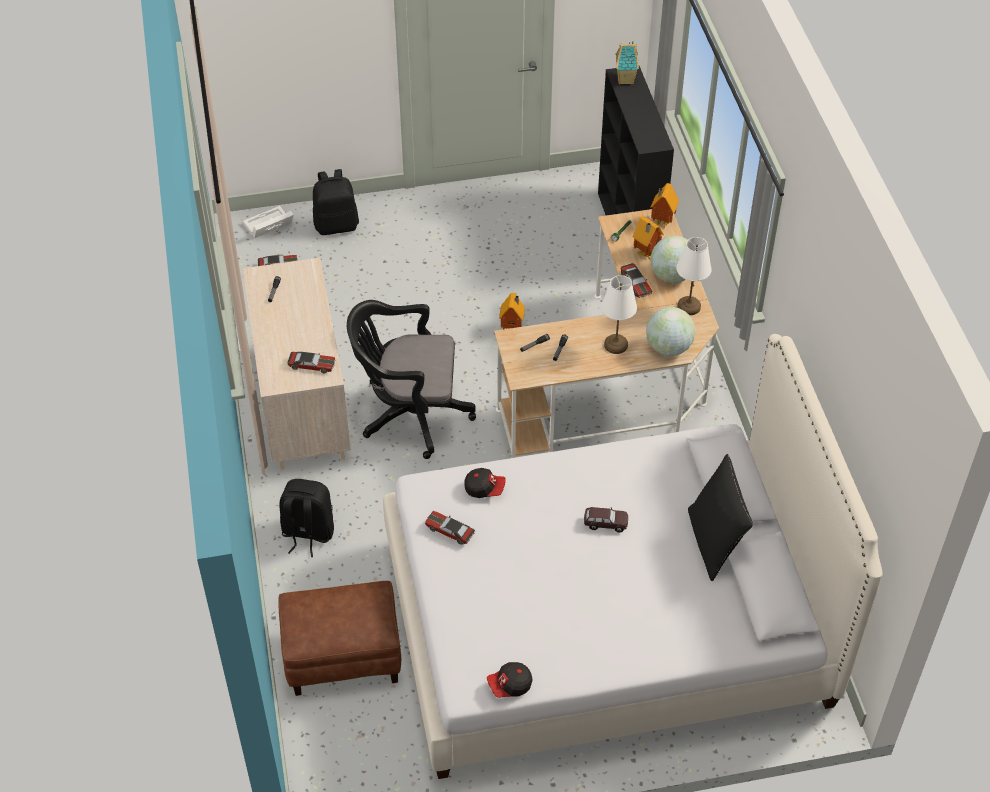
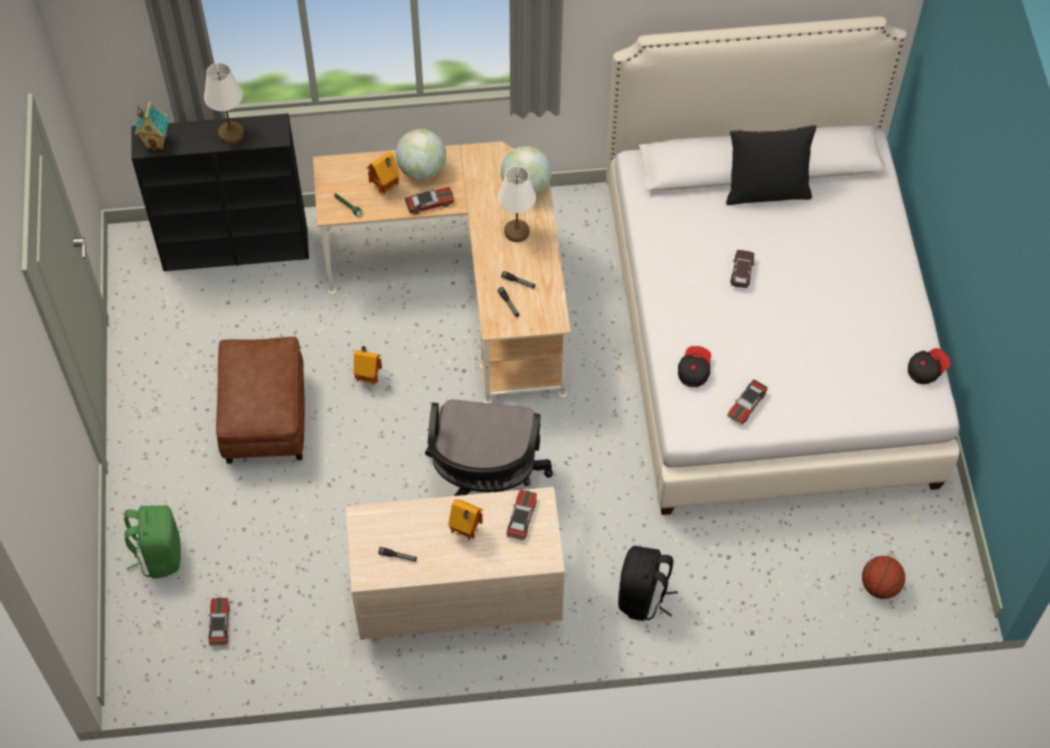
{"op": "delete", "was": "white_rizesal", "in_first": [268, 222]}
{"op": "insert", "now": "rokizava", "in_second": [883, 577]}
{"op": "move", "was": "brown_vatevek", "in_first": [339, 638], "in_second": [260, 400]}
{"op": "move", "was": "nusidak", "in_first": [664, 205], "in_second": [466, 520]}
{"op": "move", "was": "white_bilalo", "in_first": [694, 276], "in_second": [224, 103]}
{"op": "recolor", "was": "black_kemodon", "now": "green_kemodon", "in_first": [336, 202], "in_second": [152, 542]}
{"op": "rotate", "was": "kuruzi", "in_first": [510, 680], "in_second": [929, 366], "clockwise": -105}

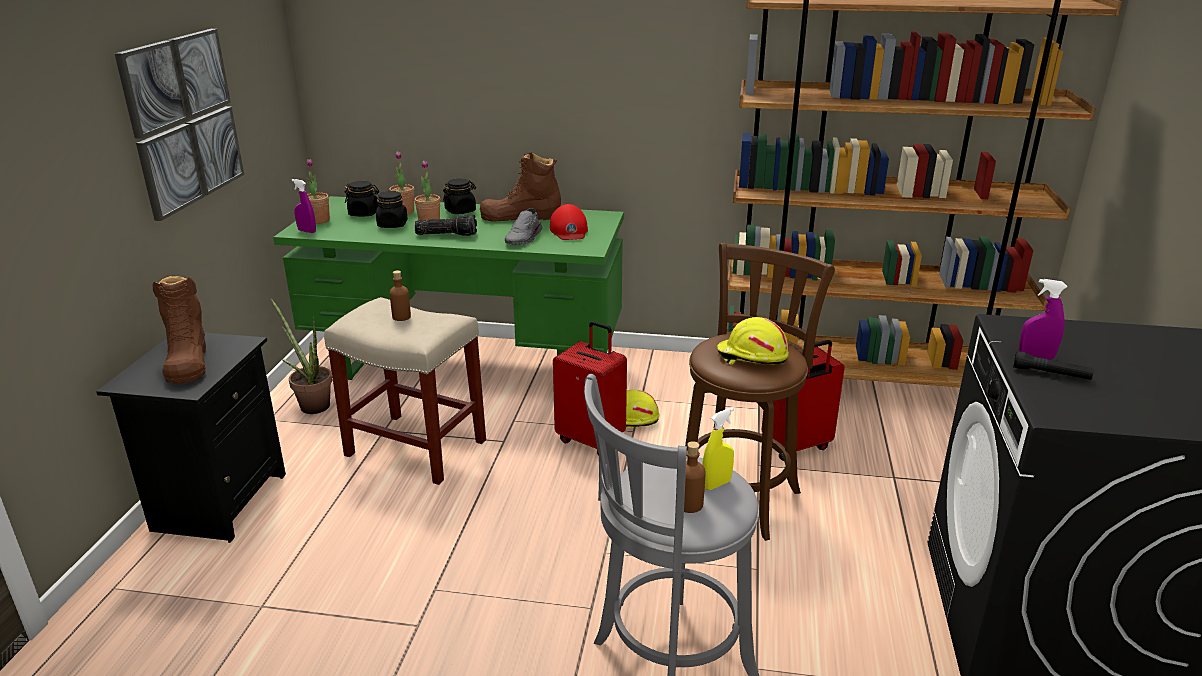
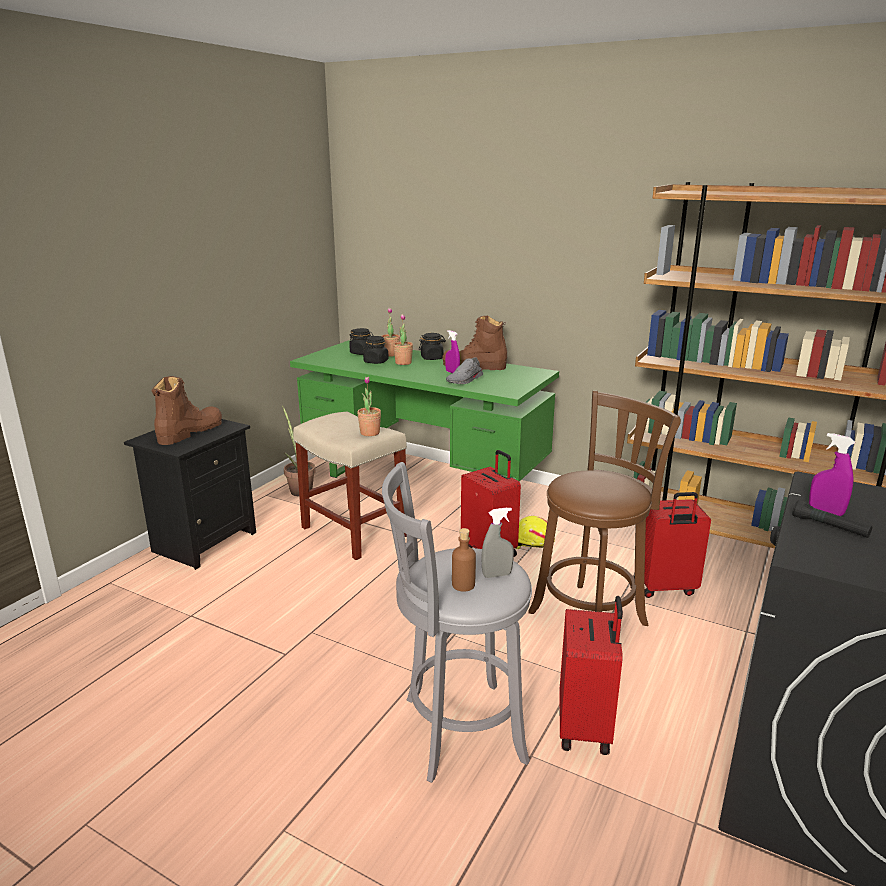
{"op": "delete", "was": "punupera", "in_first": [179, 125]}
{"op": "delete", "was": "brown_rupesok", "in_first": [400, 296]}
{"op": "delete", "was": "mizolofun", "in_first": [445, 225]}
{"op": "delete", "was": "red_kuruzi", "in_first": [569, 222]}
{"op": "delete", "was": "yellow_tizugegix", "in_first": [753, 341]}
{"op": "insert", "now": "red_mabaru", "in_second": [591, 675]}
{"op": "move", "was": "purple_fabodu", "in_first": [304, 206], "in_second": [452, 351]}
{"op": "move", "was": "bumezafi", "in_first": [318, 191], "in_second": [369, 406]}
{"op": "recolor", "was": "yellow_fabodu", "now": "grey_fabodu", "in_first": [718, 448], "in_second": [497, 542]}
{"op": "rotate", "was": "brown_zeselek", "in_first": [179, 329], "in_second": [187, 410], "clockwise": -150}

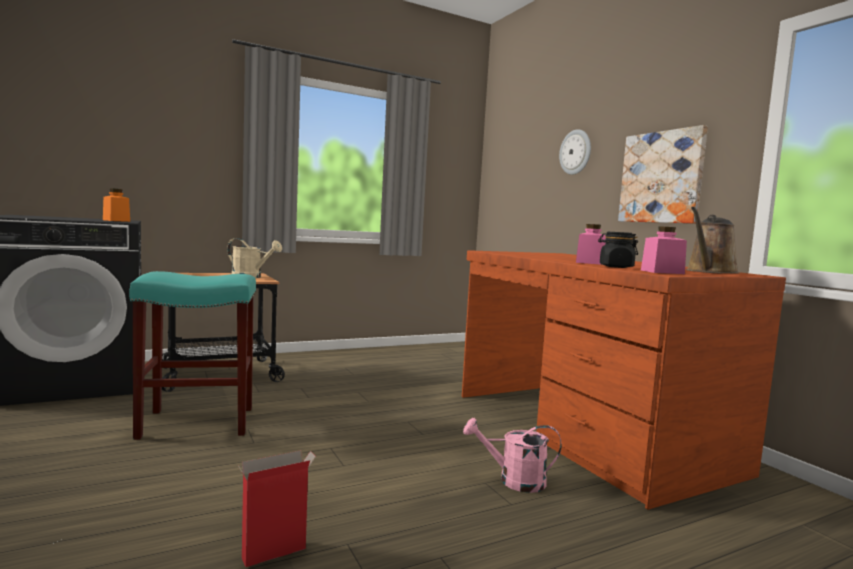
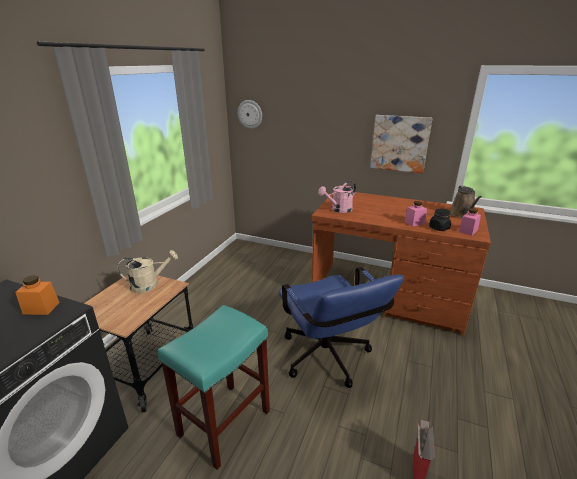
{"op": "insert", "now": "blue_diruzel", "in_second": [341, 327]}
{"op": "move", "was": "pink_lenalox", "in_first": [512, 455], "in_second": [337, 197]}
{"op": "move", "was": "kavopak", "in_first": [575, 152], "in_second": [250, 114]}

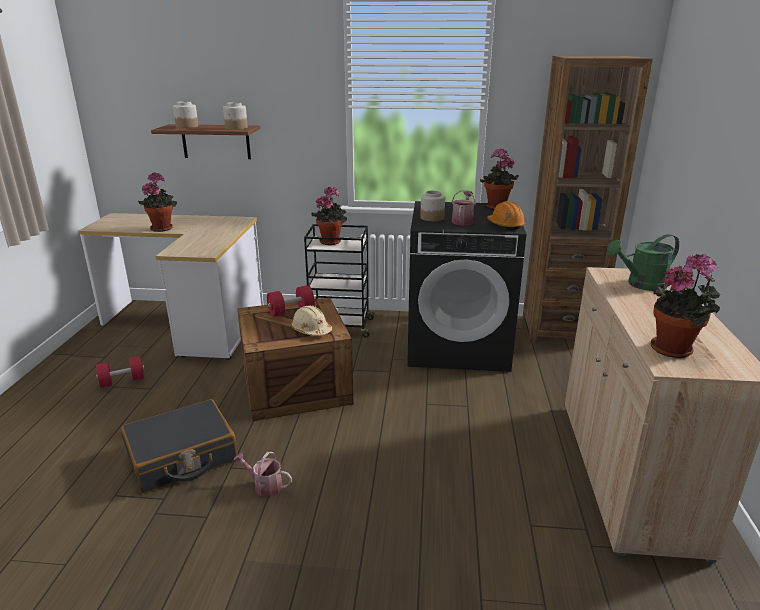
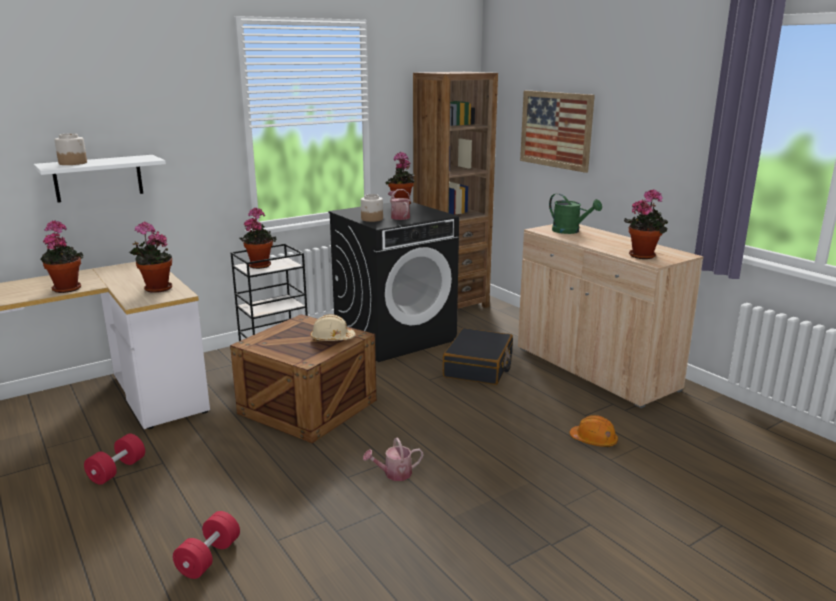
{"op": "delete", "was": "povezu", "in_first": [235, 116]}
{"op": "insert", "now": "bumezafi", "in_second": [150, 257]}
{"op": "insert", "now": "punupera", "in_second": [557, 131]}
{"op": "move", "was": "black_mabaru", "in_first": [179, 446], "in_second": [478, 356]}
{"op": "move", "was": "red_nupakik", "in_first": [291, 301], "in_second": [206, 545]}
{"op": "move", "was": "orange_tizugegix", "in_first": [506, 215], "in_second": [593, 431]}
{"op": "recolor", "was": "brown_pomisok", "now": "white_pomisok", "in_first": [205, 141], "in_second": [99, 179]}
{"op": "rotate", "was": "green_lenalox", "in_first": [643, 262], "in_second": [575, 213], "clockwise": -75}

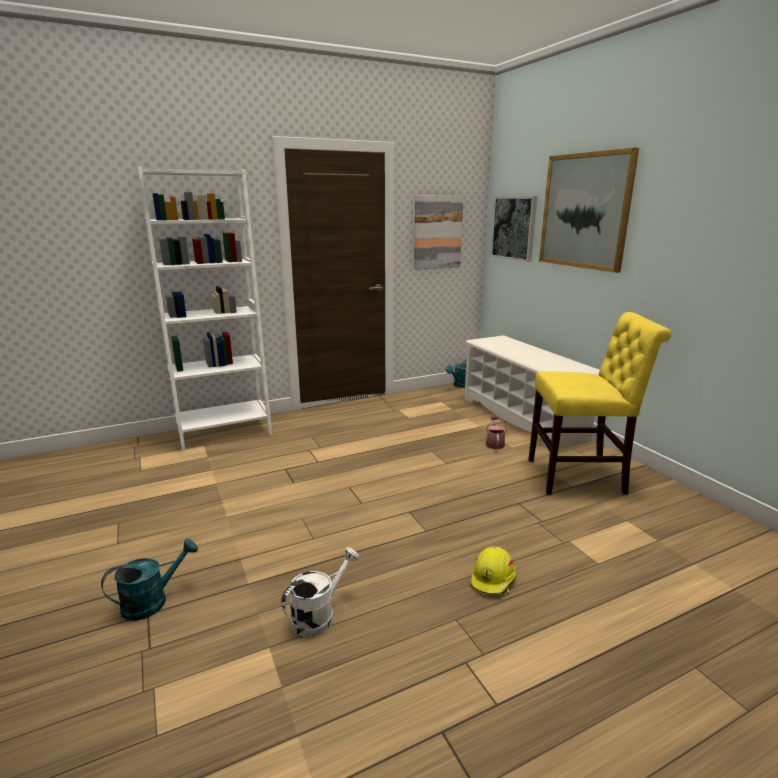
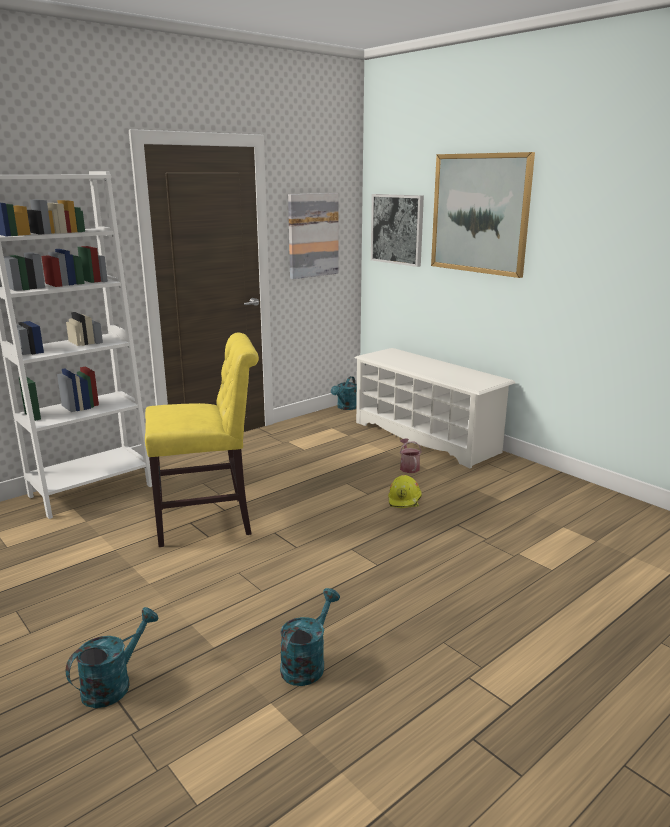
{"op": "move", "was": "yellow_tizugegix", "in_first": [493, 570], "in_second": [405, 491]}
{"op": "move", "was": "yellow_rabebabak", "in_first": [600, 403], "in_second": [202, 440]}
{"op": "recolor", "was": "white_lenalox", "now": "turquoise_lenalox", "in_first": [320, 592], "in_second": [310, 637]}

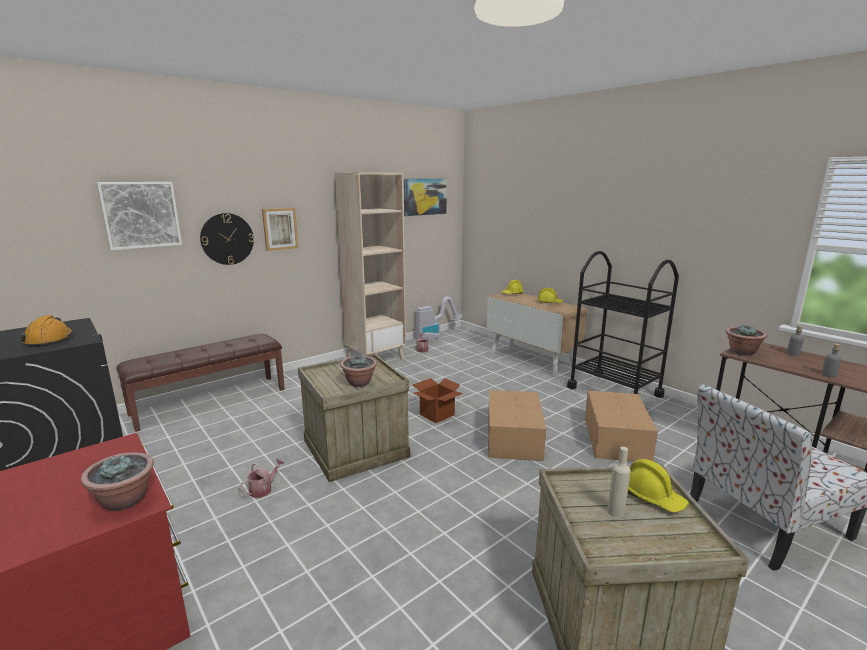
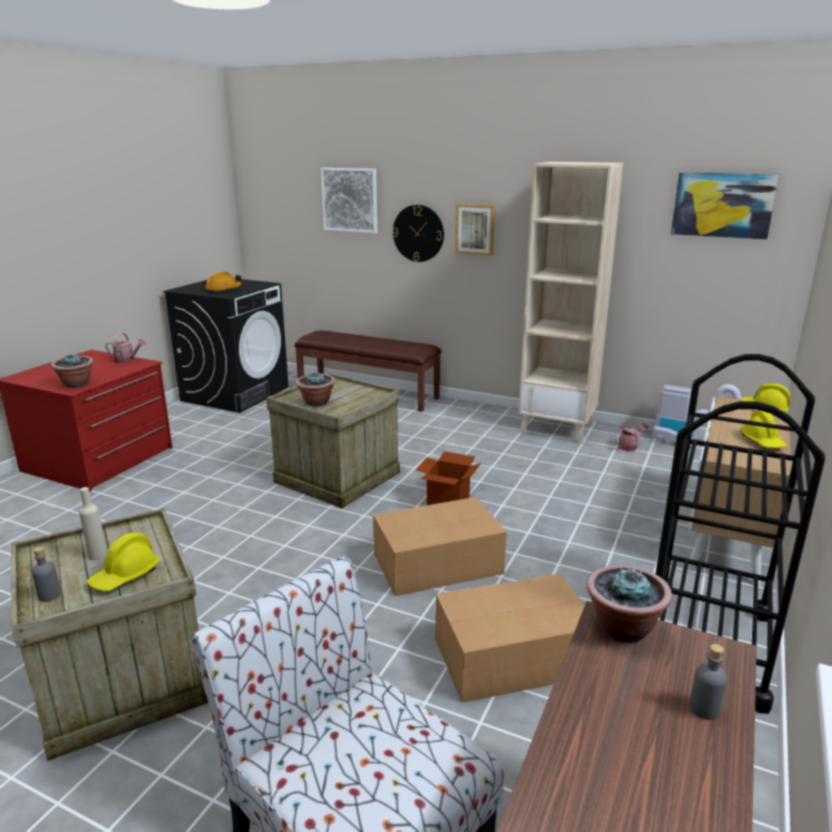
{"op": "move", "was": "lenalox", "in_first": [262, 478], "in_second": [125, 347]}
{"op": "move", "was": "grey_rupesok", "in_first": [831, 360], "in_second": [46, 574]}

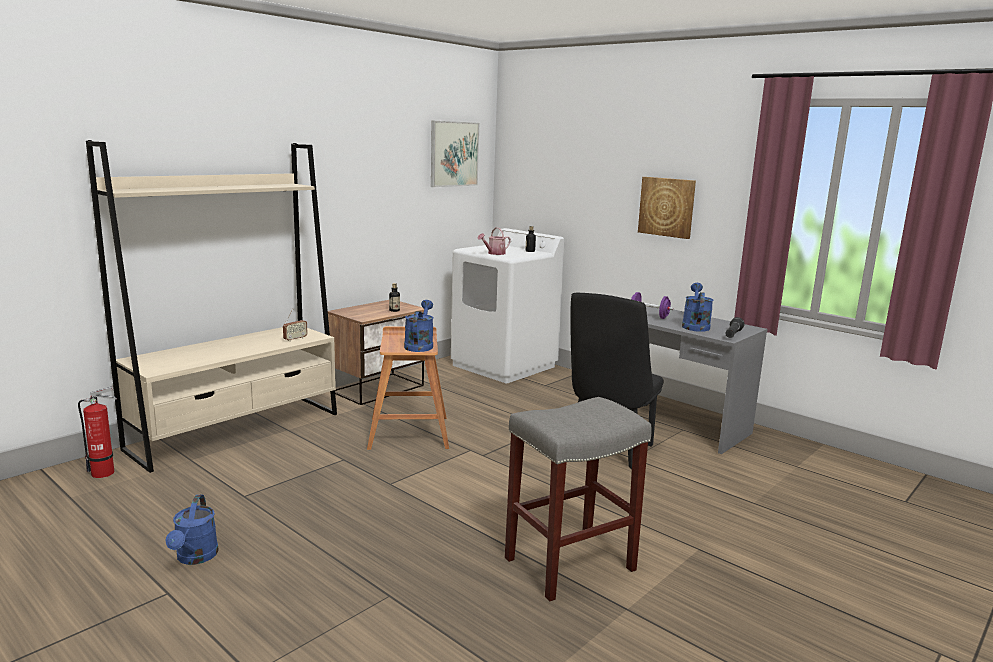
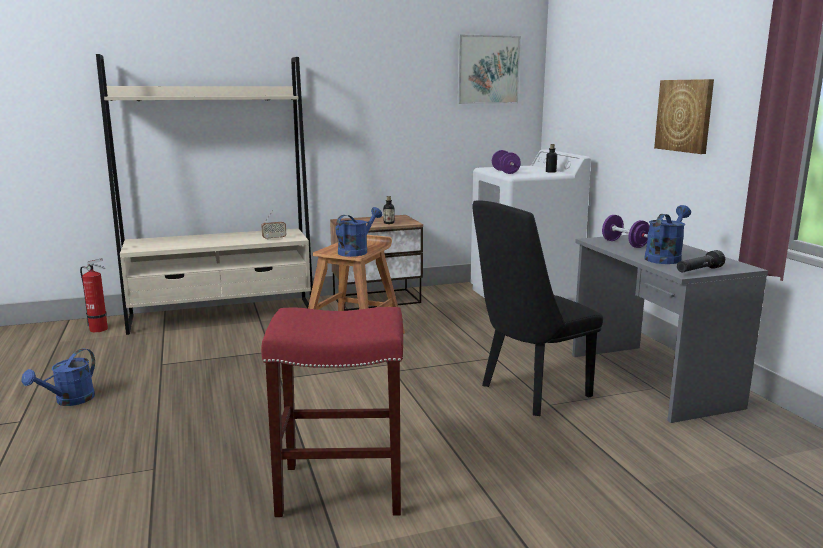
{"op": "replace", "was": "lenalox", "now": "purple_nupakik", "in_first": [494, 241], "in_second": [506, 162]}
{"op": "recolor", "was": "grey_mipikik", "now": "red_mipikik", "in_first": [578, 499], "in_second": [332, 412]}

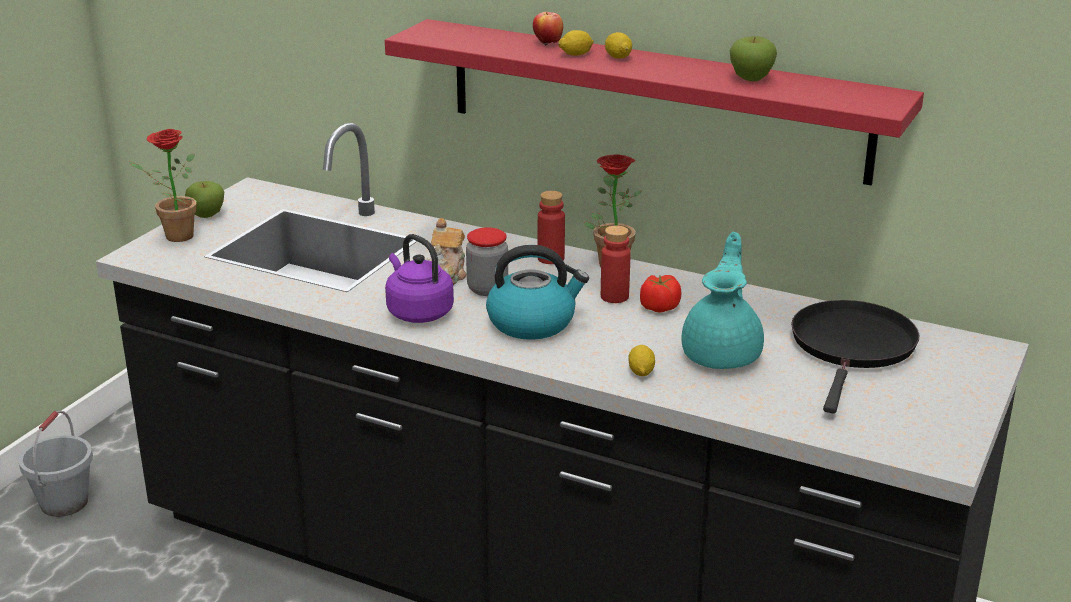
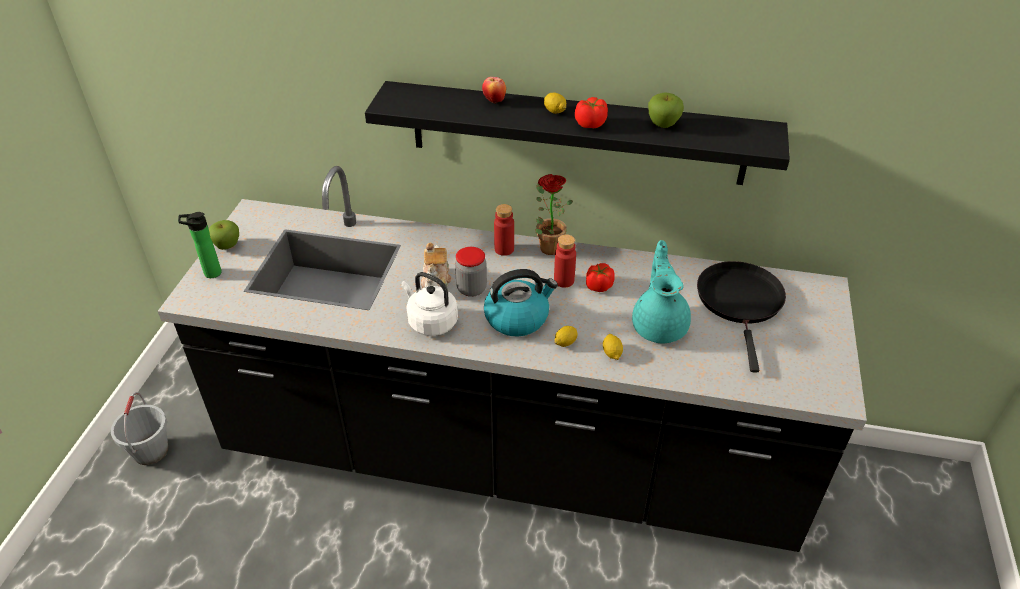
{"op": "insert", "now": "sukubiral", "in_second": [591, 112]}
{"op": "move", "was": "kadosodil", "in_first": [576, 43], "in_second": [566, 336]}
{"op": "replace", "was": "bumezafi", "now": "rupesok", "in_first": [162, 185], "in_second": [200, 245]}
{"op": "recolor", "was": "red_pomisok", "now": "black_pomisok", "in_first": [654, 102], "in_second": [577, 133]}
{"op": "recolor", "was": "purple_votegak", "now": "white_votegak", "in_first": [419, 278], "in_second": [429, 304]}

